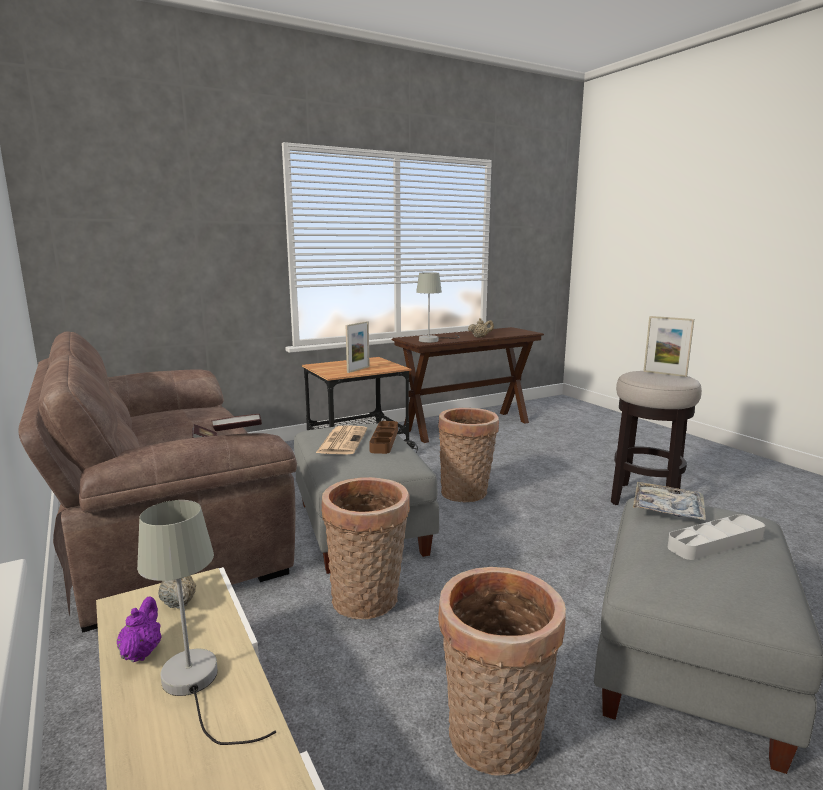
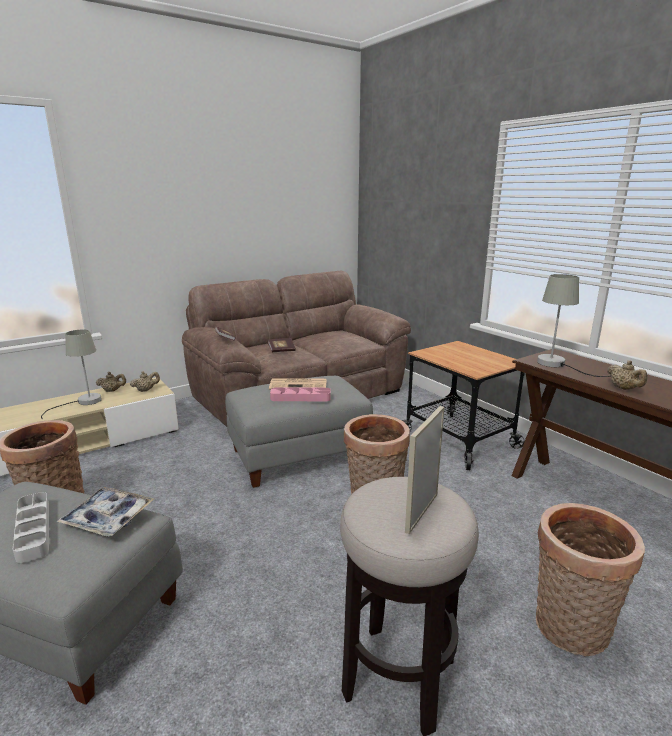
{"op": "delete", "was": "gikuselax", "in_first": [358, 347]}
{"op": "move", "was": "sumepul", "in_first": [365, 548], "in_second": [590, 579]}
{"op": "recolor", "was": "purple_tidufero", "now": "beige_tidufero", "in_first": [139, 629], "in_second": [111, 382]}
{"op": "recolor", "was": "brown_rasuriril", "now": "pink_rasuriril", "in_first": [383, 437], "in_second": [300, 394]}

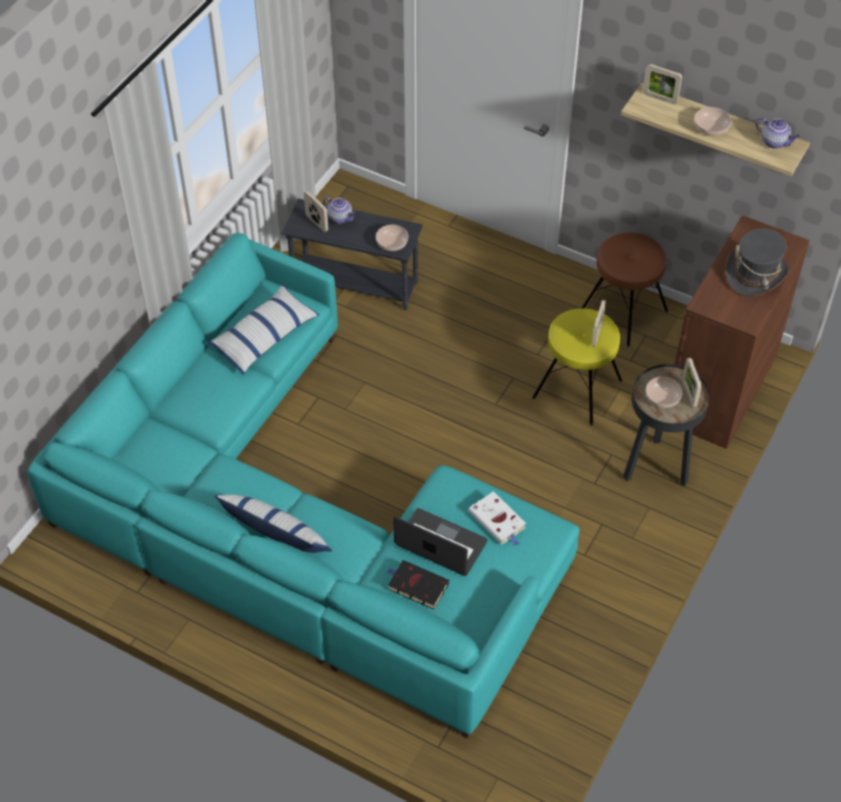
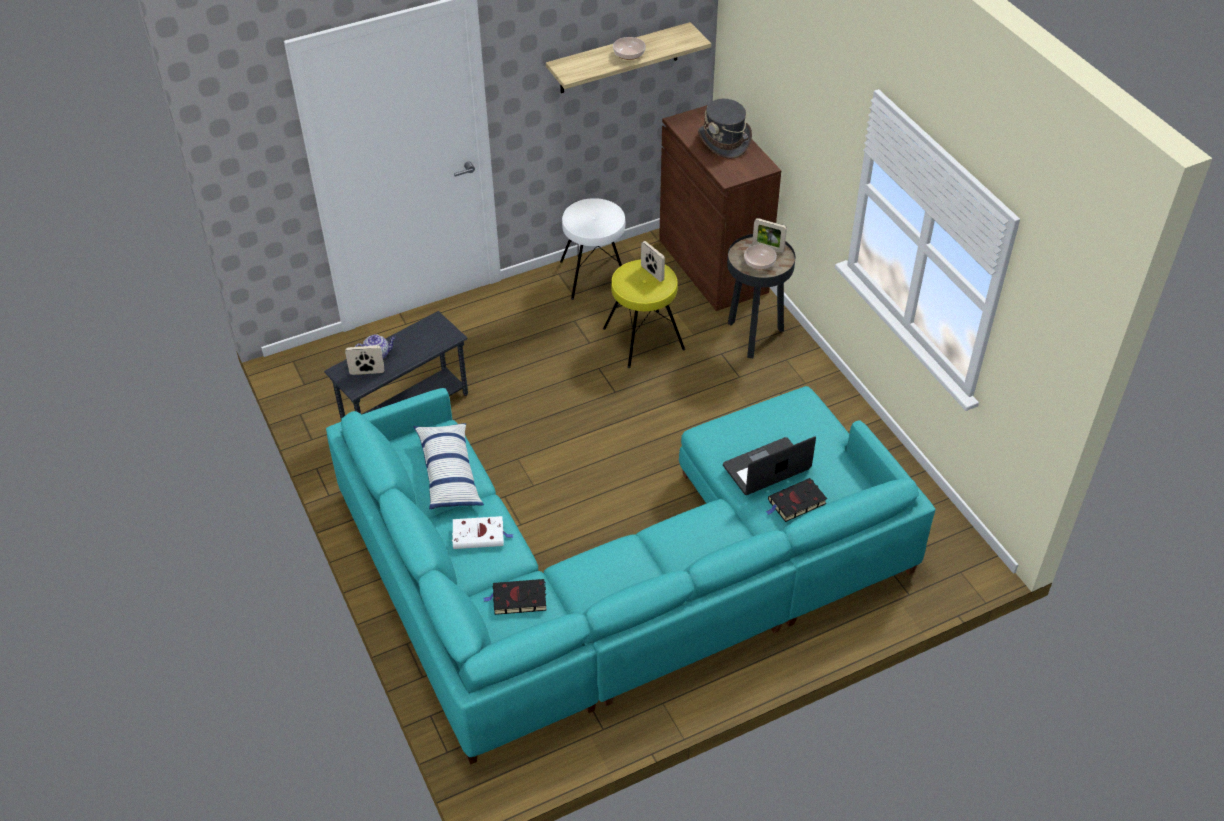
{"op": "delete", "was": "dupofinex", "in_first": [273, 523]}
{"op": "delete", "was": "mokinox", "in_first": [392, 238]}
{"op": "delete", "was": "gikuselax", "in_first": [662, 84]}
{"op": "delete", "was": "tidufero", "in_first": [778, 133]}
{"op": "insert", "now": "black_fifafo", "in_second": [515, 597]}
{"op": "move", "was": "white_fifafo", "in_first": [497, 518], "in_second": [482, 532]}
{"op": "recolor", "was": "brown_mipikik", "now": "white_mipikik", "in_first": [624, 290], "in_second": [592, 249]}

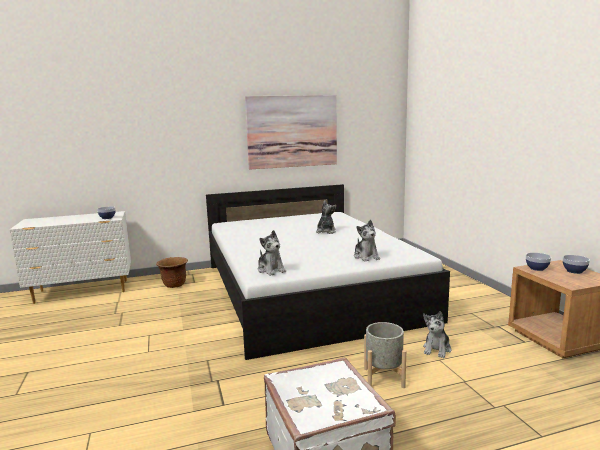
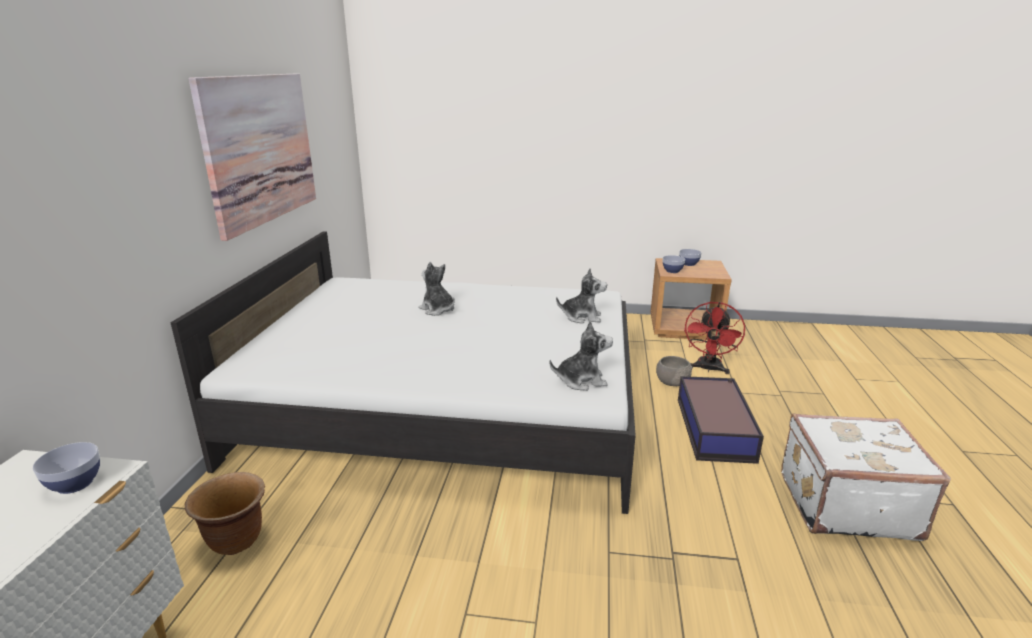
{"op": "insert", "now": "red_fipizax", "in_second": [714, 338]}
{"op": "replace", "was": "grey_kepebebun", "now": "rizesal", "in_first": [385, 355], "in_second": [721, 420]}
{"op": "replace", "was": "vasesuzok", "now": "grey_mokinox", "in_first": [437, 334], "in_second": [674, 371]}

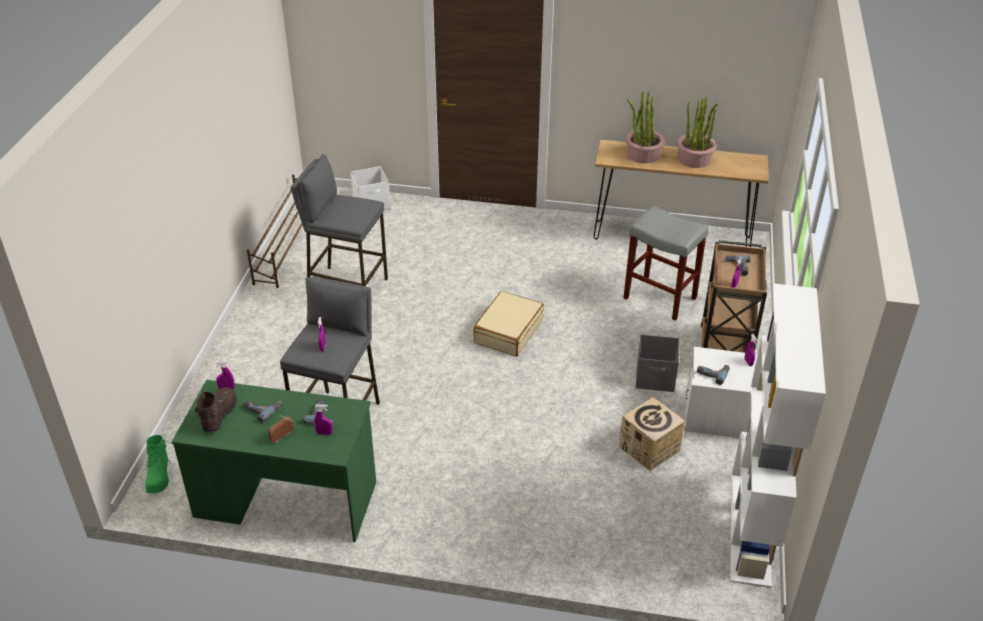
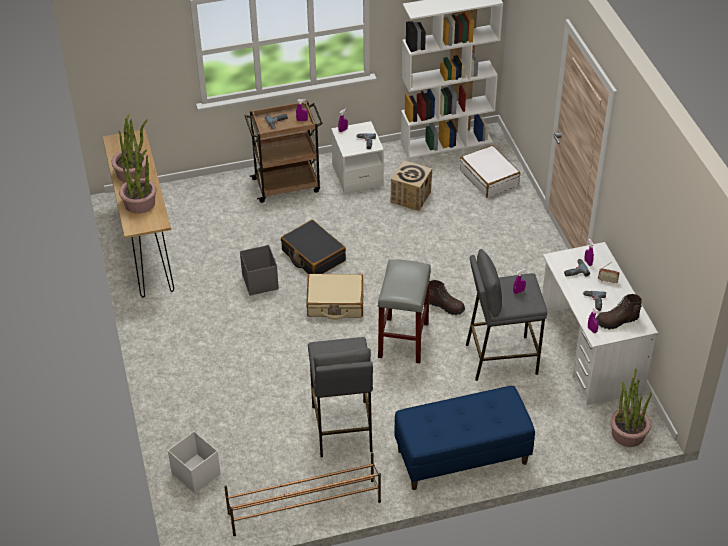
{"op": "insert", "now": "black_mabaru", "in_second": [313, 247]}
{"op": "insert", "now": "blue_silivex", "in_second": [464, 438]}
{"op": "insert", "now": "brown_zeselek", "in_second": [447, 297]}
{"op": "insert", "now": "white_mabaru", "in_second": [490, 171]}
{"op": "move", "was": "grey_mipikik", "in_first": [666, 263], "in_second": [404, 311]}
{"op": "move", "was": "grey_rizesal", "in_first": [657, 363], "in_second": [259, 270]}
{"op": "replace", "was": "green_zeselek", "now": "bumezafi", "in_first": [158, 464], "in_second": [631, 408]}
{"op": "recolor", "was": "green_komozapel", "now": "white_komozapel", "in_first": [274, 461], "in_second": [600, 323]}

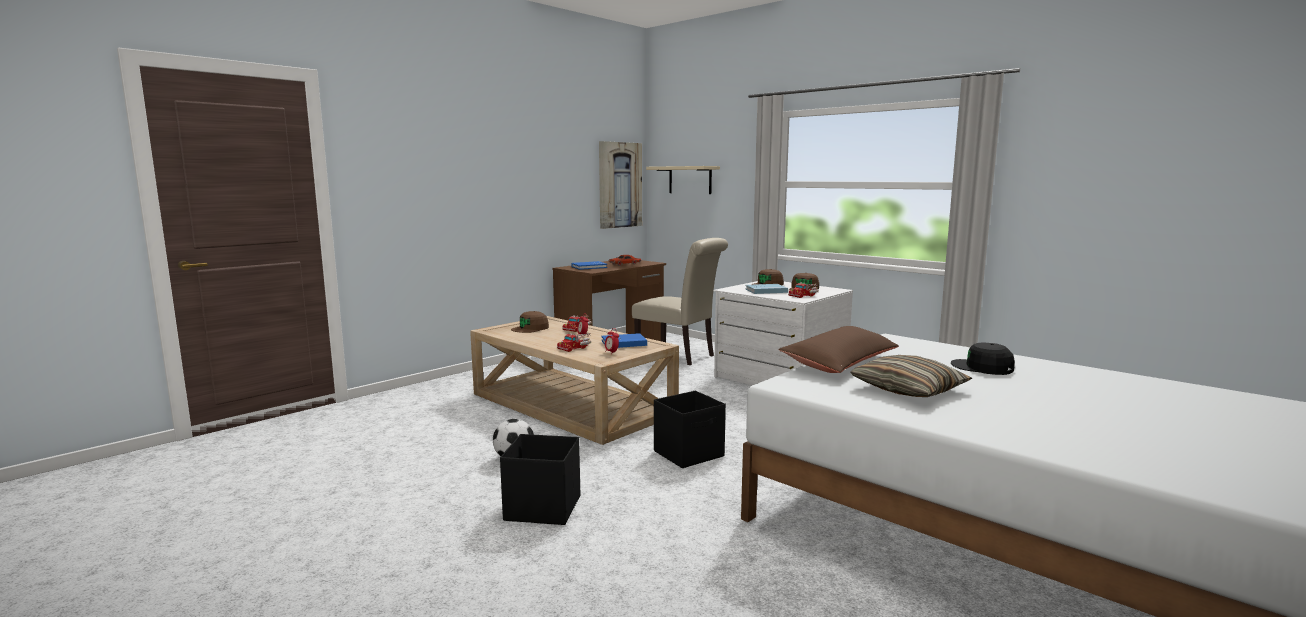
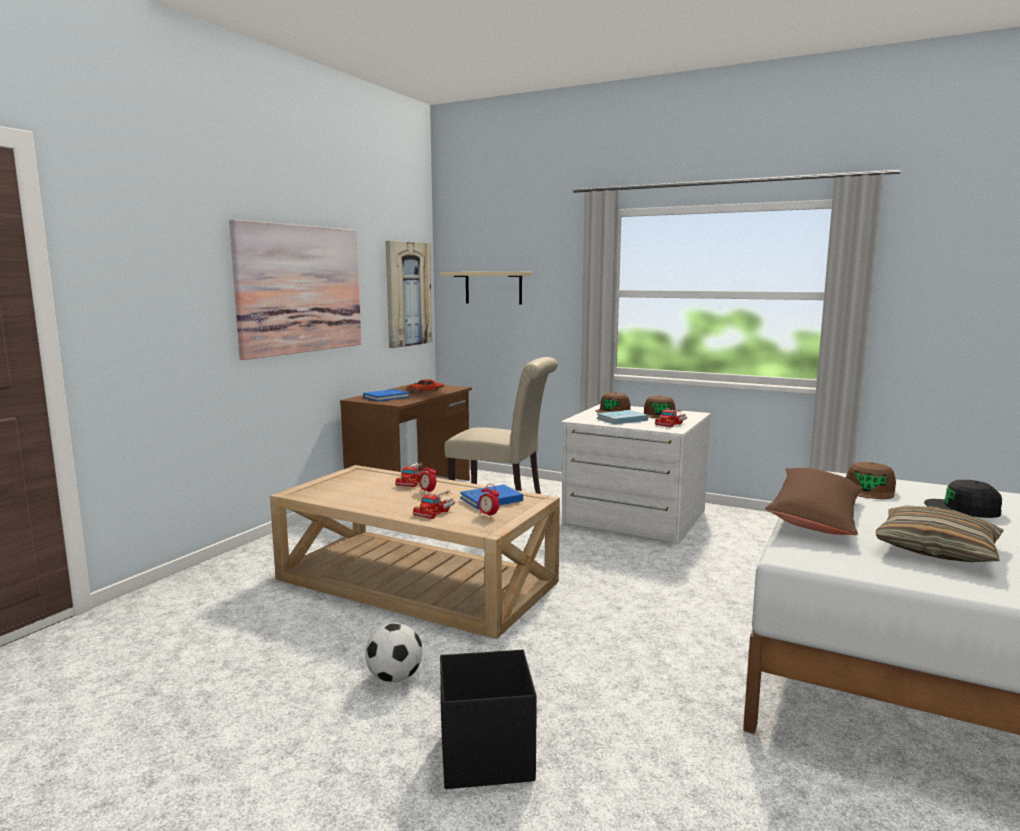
{"op": "delete", "was": "black_rizesal", "in_first": [690, 429]}
{"op": "insert", "now": "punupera", "in_second": [295, 289]}
{"op": "move", "was": "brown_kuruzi", "in_first": [530, 322], "in_second": [871, 480]}

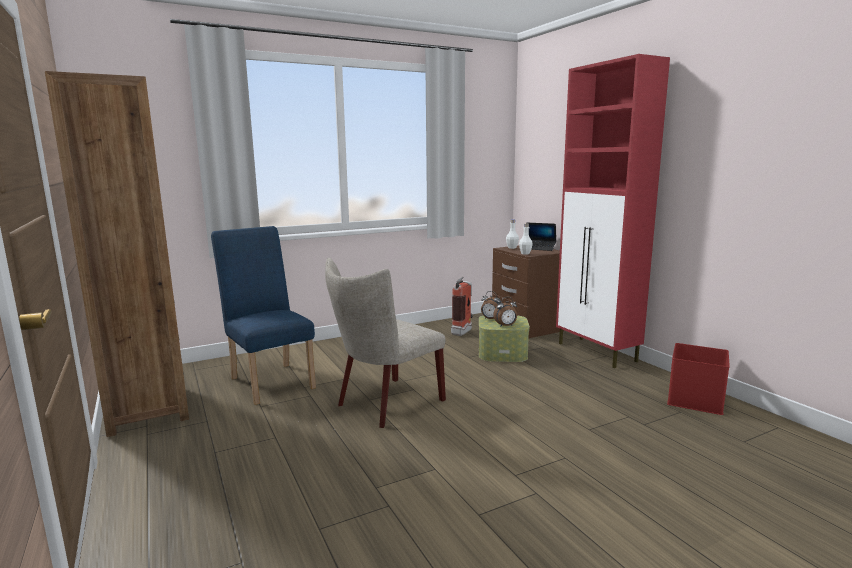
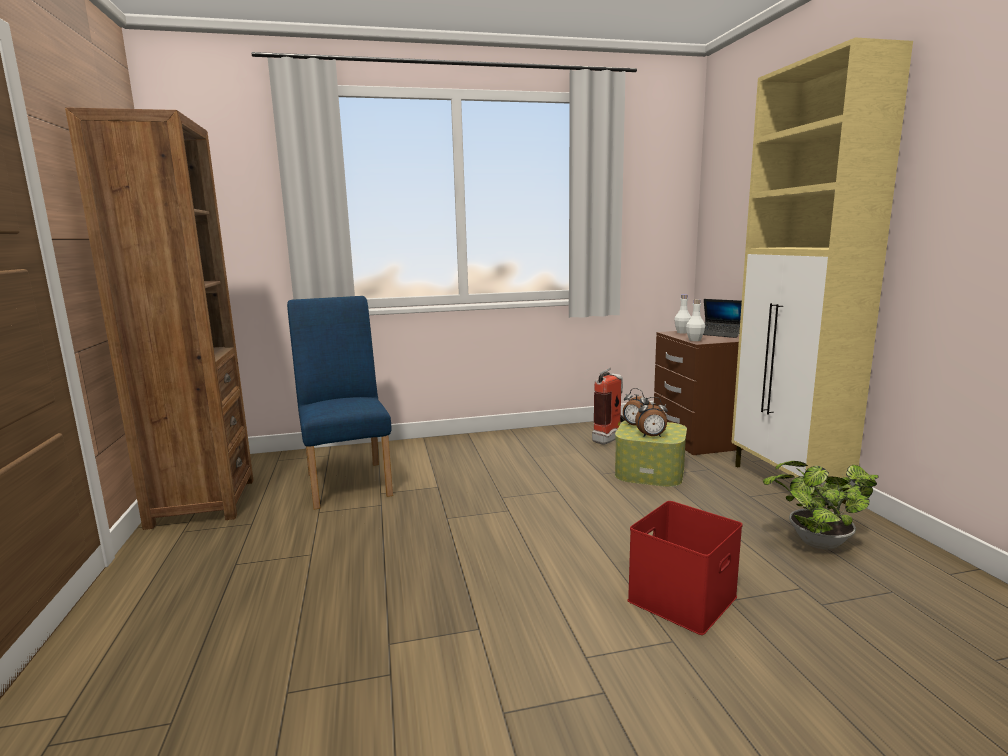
{"op": "delete", "was": "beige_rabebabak", "in_first": [385, 343]}
{"op": "insert", "now": "bumezafi", "in_second": [820, 505]}
{"op": "move", "was": "red_rizesal", "in_first": [698, 379], "in_second": [685, 568]}
{"op": "recolor", "was": "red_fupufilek", "now": "beige_fupufilek", "in_first": [613, 211], "in_second": [822, 273]}

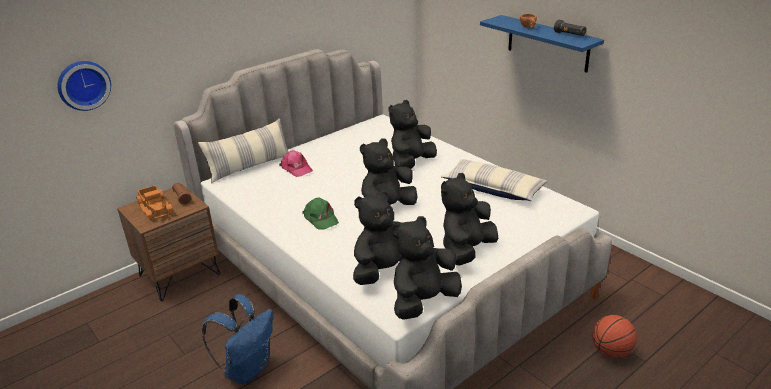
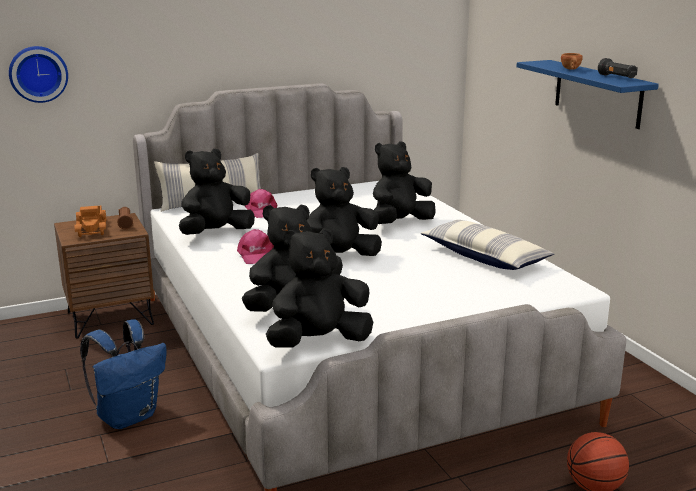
{"op": "move", "was": "black_vasesuzok", "in_first": [469, 219], "in_second": [217, 192]}
{"op": "recolor", "was": "green_kuruzi", "now": "pink_kuruzi", "in_first": [320, 214], "in_second": [255, 246]}

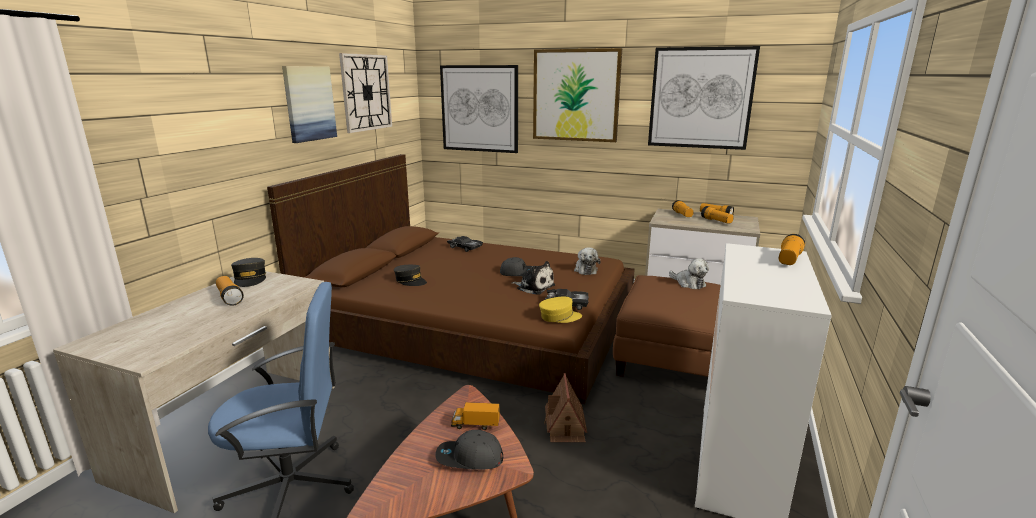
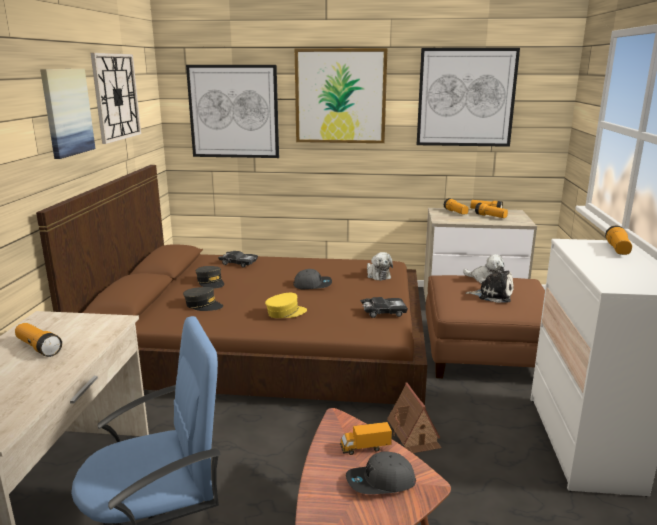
{"op": "move", "was": "grey_kuruzi", "in_first": [248, 272], "in_second": [210, 277]}
{"op": "move", "was": "vasesuzok", "in_first": [534, 278], "in_second": [490, 285]}
{"op": "move", "was": "yellow_kuruzi", "in_first": [560, 309], "in_second": [286, 305]}

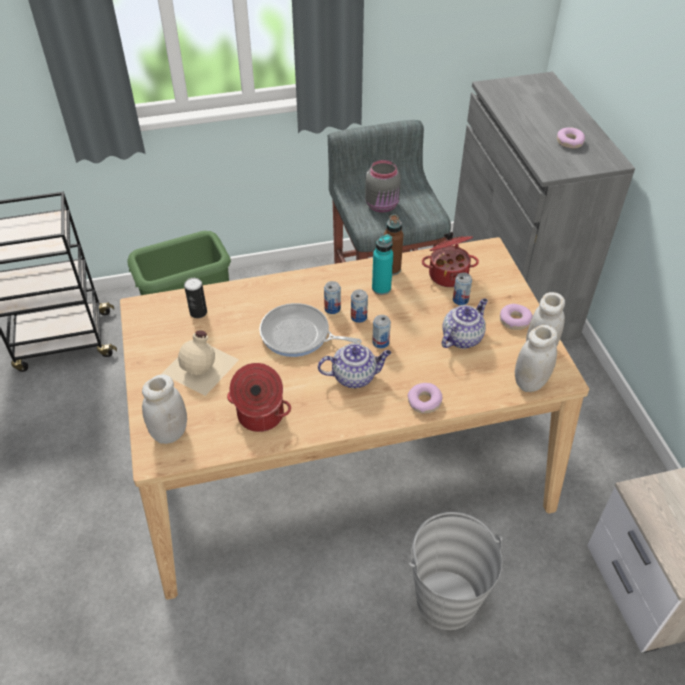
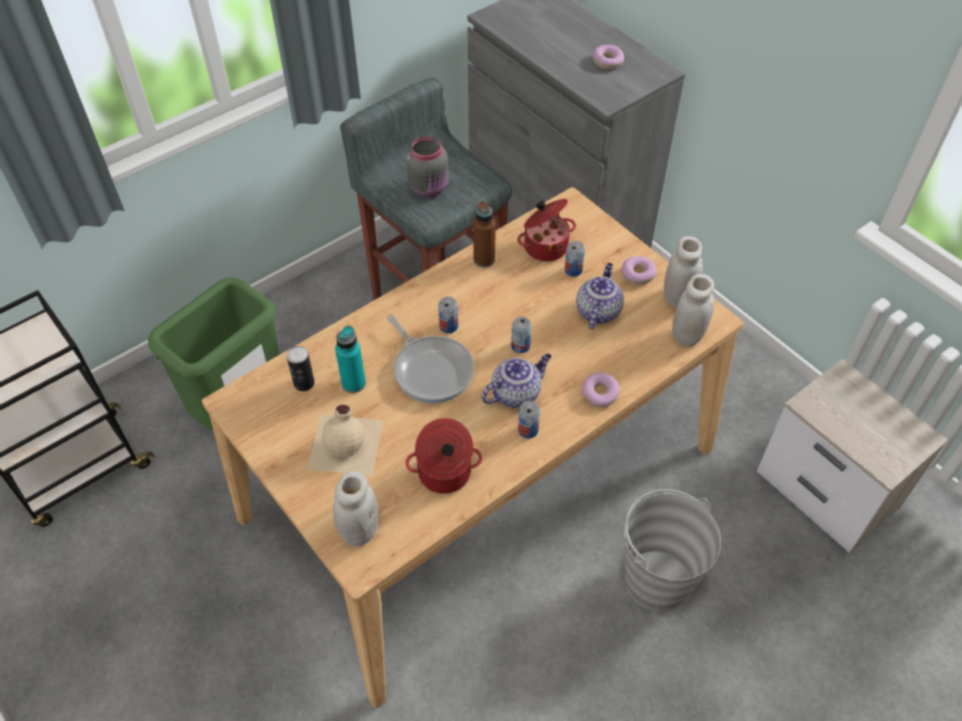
{"op": "move", "was": "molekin", "in_first": [359, 306], "in_second": [529, 420]}
{"op": "move", "was": "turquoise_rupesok", "in_first": [382, 264], "in_second": [350, 359]}
{"op": "rotate", "was": "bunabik", "in_first": [310, 330], "in_second": [430, 359], "clockwise": -120}

